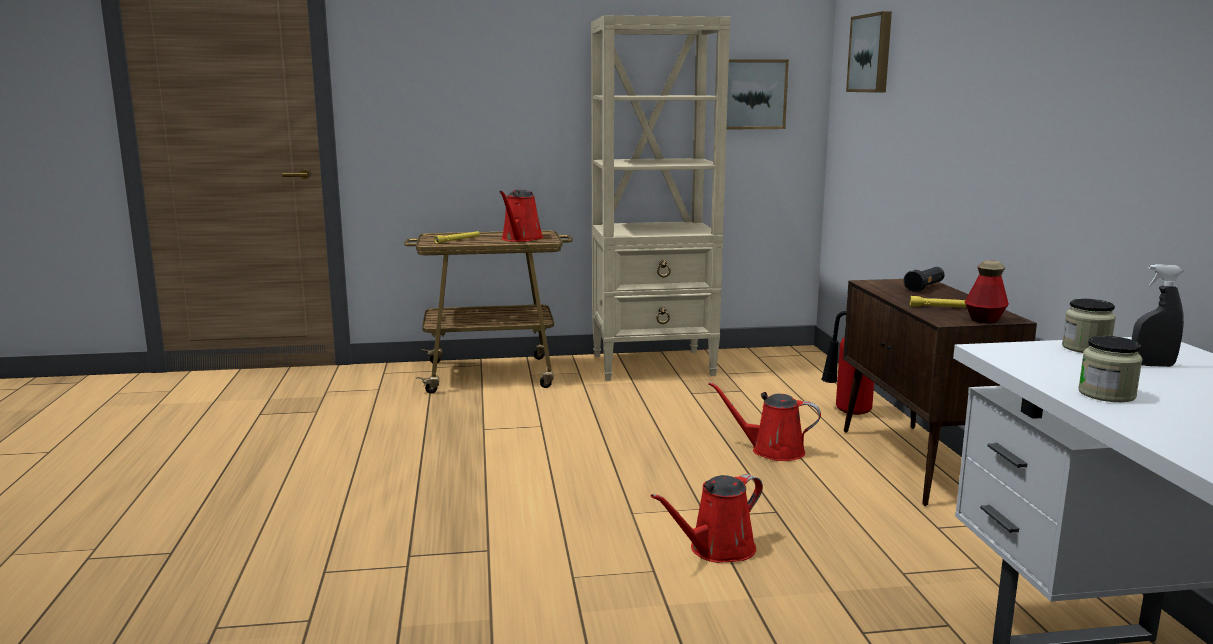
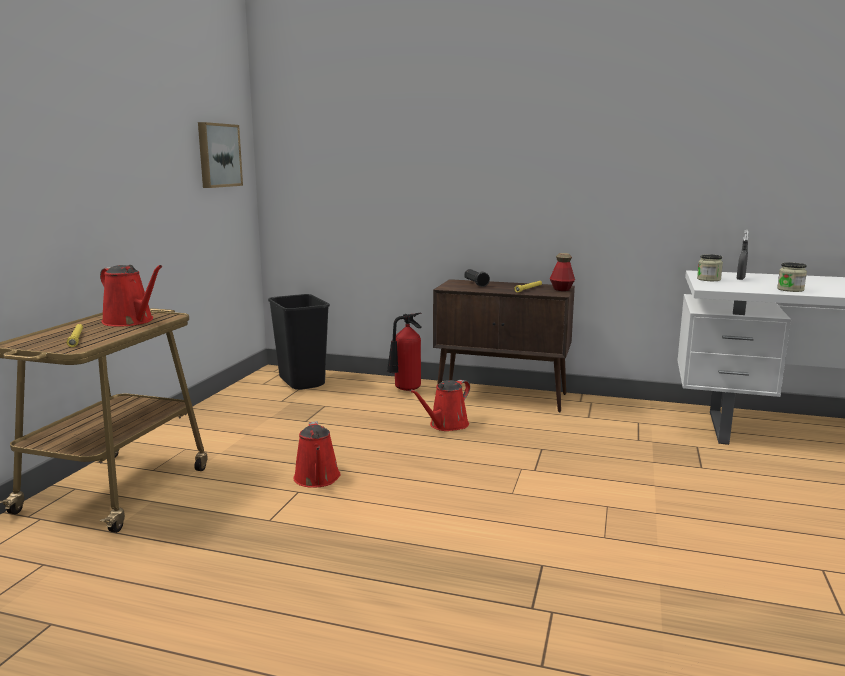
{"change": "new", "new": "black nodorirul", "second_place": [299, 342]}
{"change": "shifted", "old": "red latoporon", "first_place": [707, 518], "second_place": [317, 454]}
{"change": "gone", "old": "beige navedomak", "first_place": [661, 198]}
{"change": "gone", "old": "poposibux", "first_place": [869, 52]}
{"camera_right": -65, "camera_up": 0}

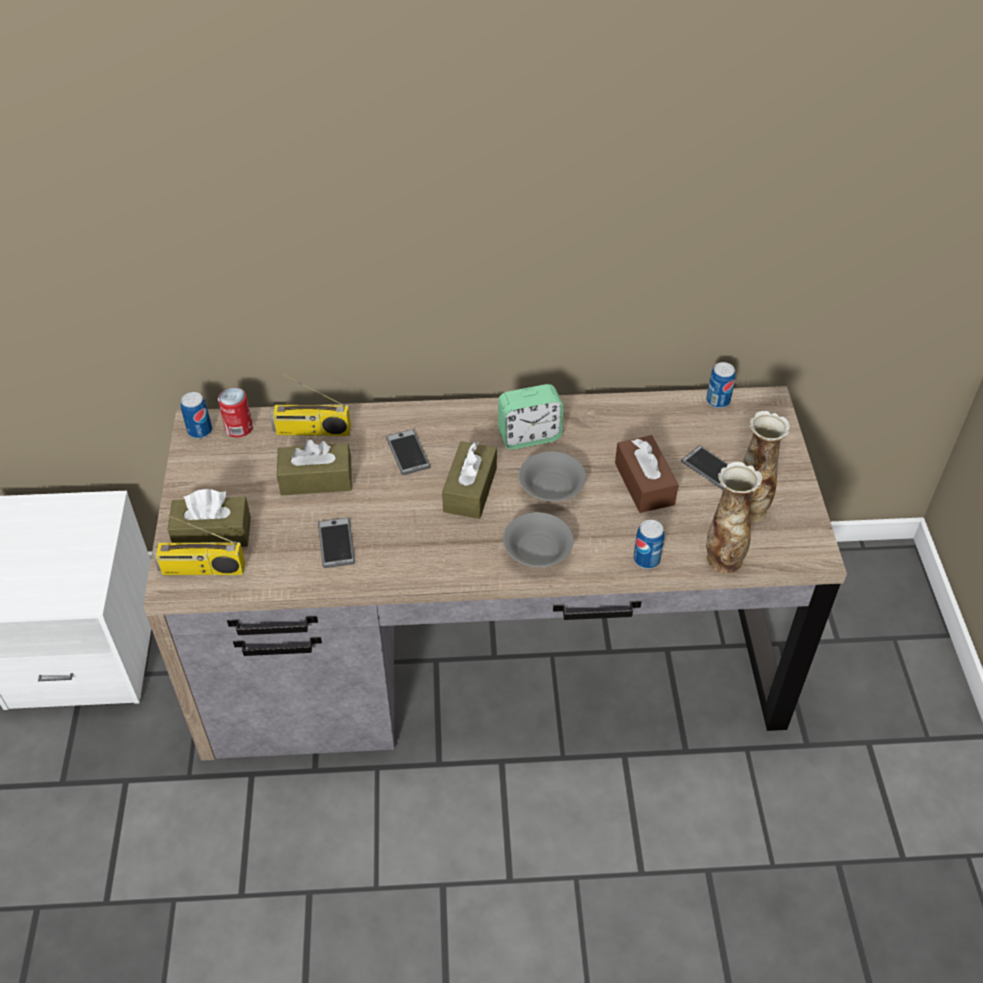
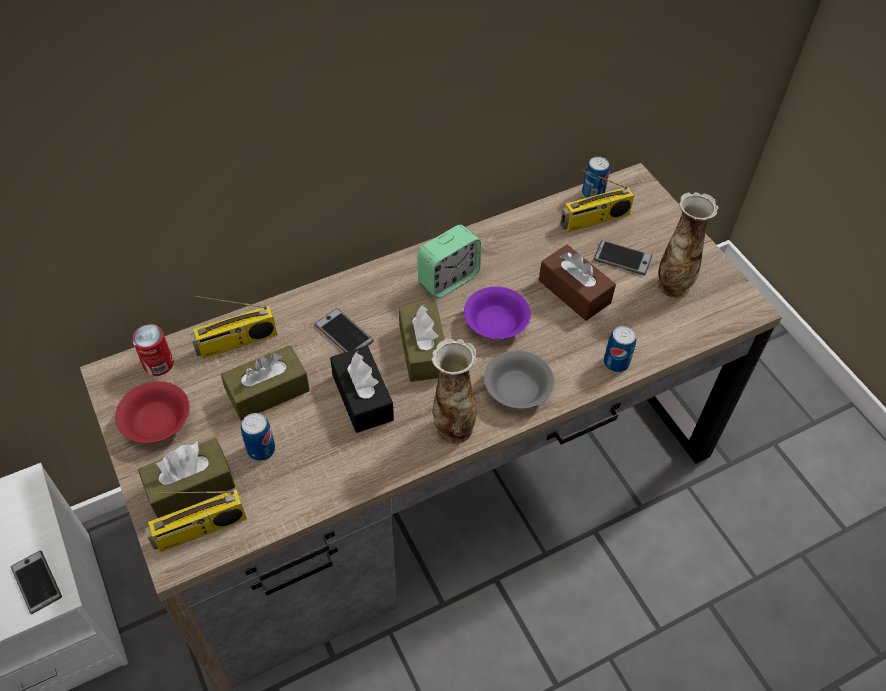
{"change": "shifted", "old": "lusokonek", "first_place": [336, 543], "second_place": [36, 582]}
{"change": "new", "new": "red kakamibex", "second_place": [152, 412]}
{"change": "shifted", "old": "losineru", "first_place": [196, 415], "second_place": [258, 437]}
{"change": "new", "new": "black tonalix", "second_place": [362, 389]}
{"change": "shifted", "old": "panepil", "first_place": [734, 518], "second_place": [453, 391]}
{"change": "repainted", "old": "grey kakamibex", "new": "purple kakamibex", "first_place": [552, 476], "second_place": [497, 313]}
{"change": "new", "new": "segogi", "second_place": [597, 201]}
{"camera_right": -25, "camera_up": 5}

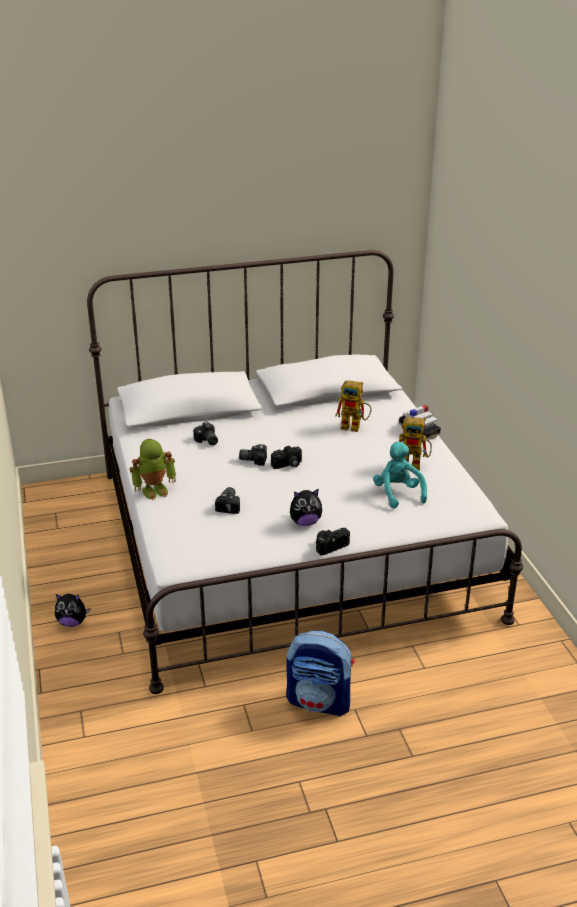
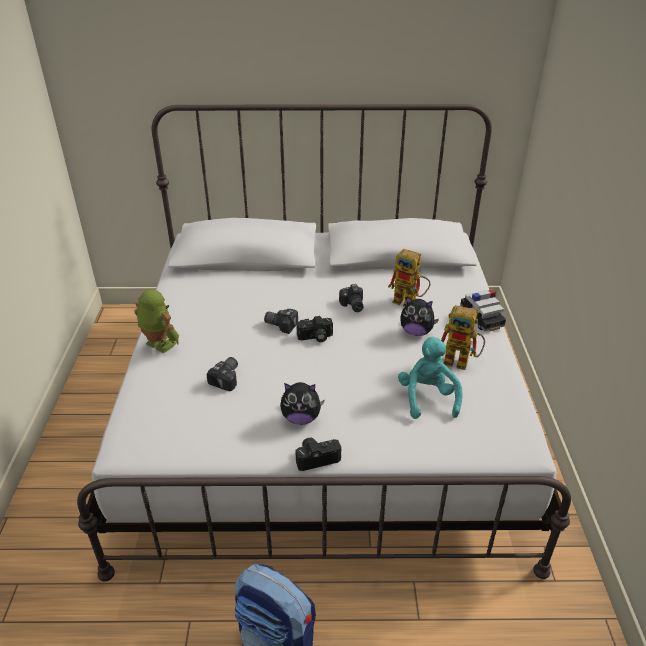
{"change": "rotated", "old": "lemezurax", "first_place": [152, 469], "second_place": [156, 321], "degrees": -135}
{"change": "shifted", "old": "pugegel", "first_place": [205, 434], "second_place": [351, 298]}
{"change": "shifted", "old": "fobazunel", "first_place": [73, 610], "second_place": [419, 316]}
{"camera_right": 15, "camera_up": 5}

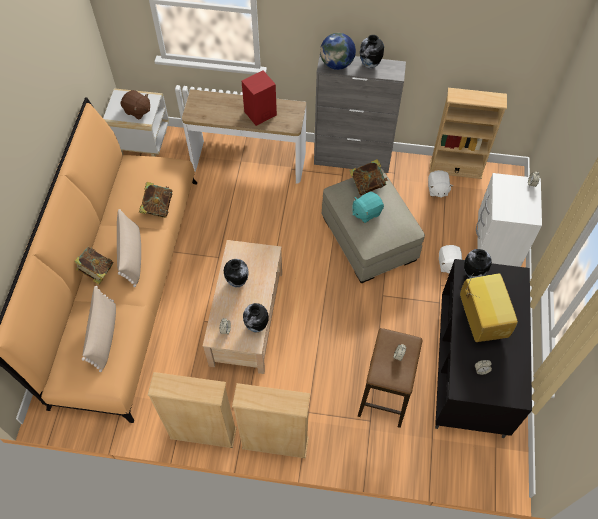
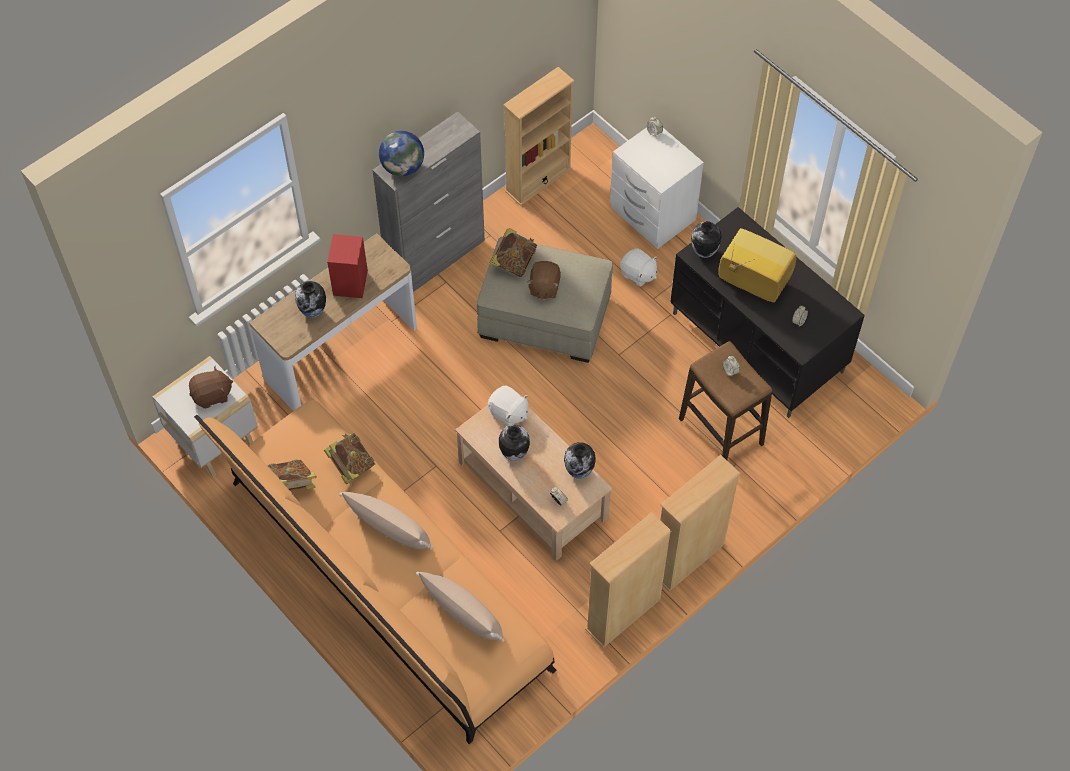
{"change": "shifted", "old": "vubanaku", "first_place": [94, 265], "second_place": [291, 475]}
{"change": "shifted", "old": "panepil", "first_place": [372, 52], "second_place": [310, 299]}
{"change": "shifted", "old": "white fobazunel", "first_place": [440, 184], "second_place": [508, 406]}
{"change": "repainted", "old": "turquoise fobazunel", "new": "brown fobazunel", "first_place": [368, 207], "second_place": [544, 280]}
{"camera_right": -50, "camera_up": 0}

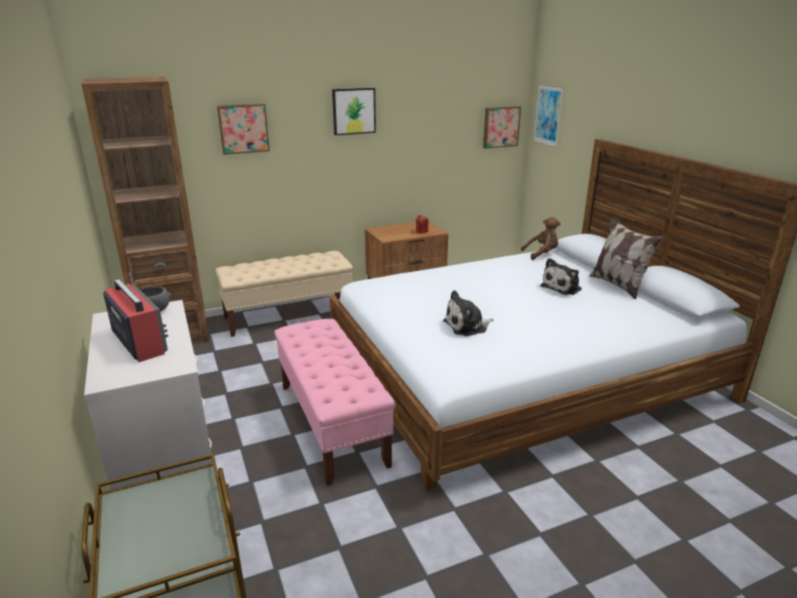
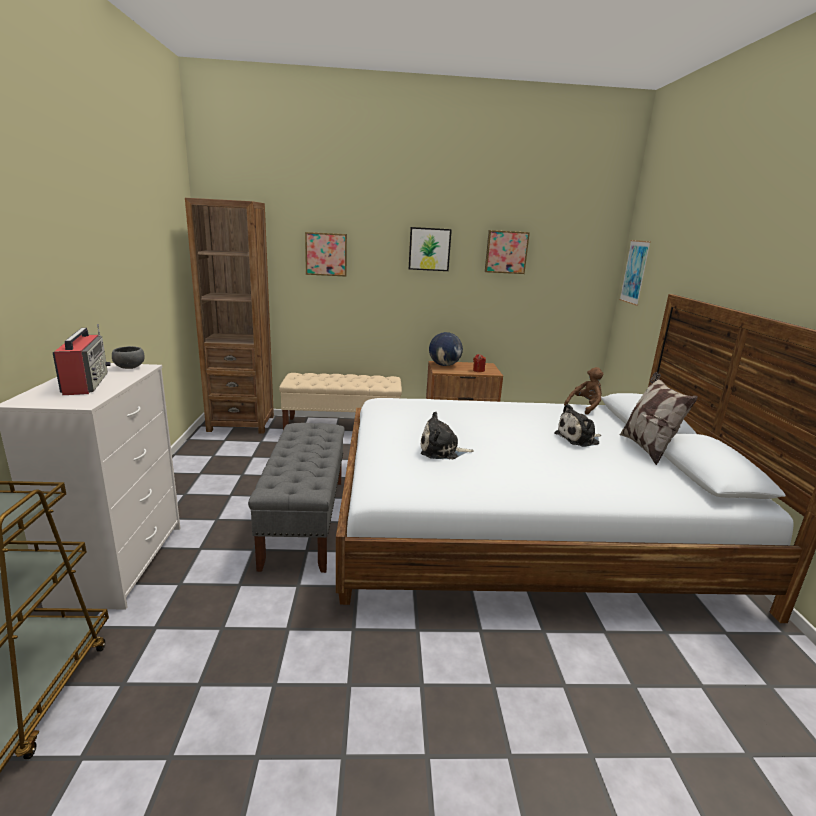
{"change": "repainted", "old": "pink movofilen", "new": "grey movofilen", "first_place": [335, 402], "second_place": [296, 498]}
{"change": "new", "new": "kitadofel", "second_place": [446, 349]}
{"change": "shifted", "old": "poposibux", "first_place": [502, 127], "second_place": [507, 252]}
{"change": "rotated", "old": "brown fobazunel", "first_place": [541, 238], "second_place": [584, 391], "degrees": -45}
{"camera_right": 20, "camera_up": -5}

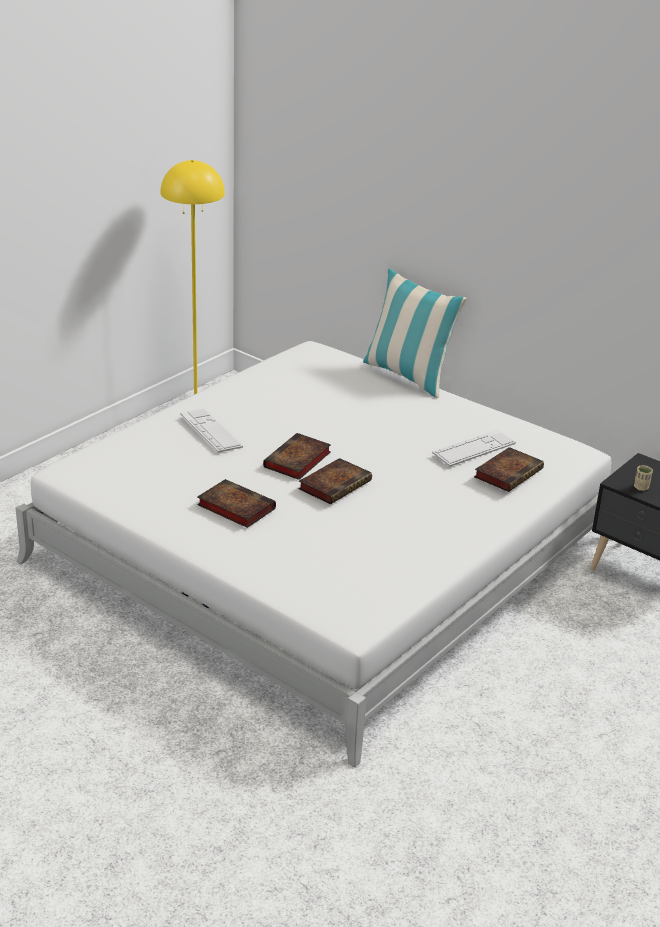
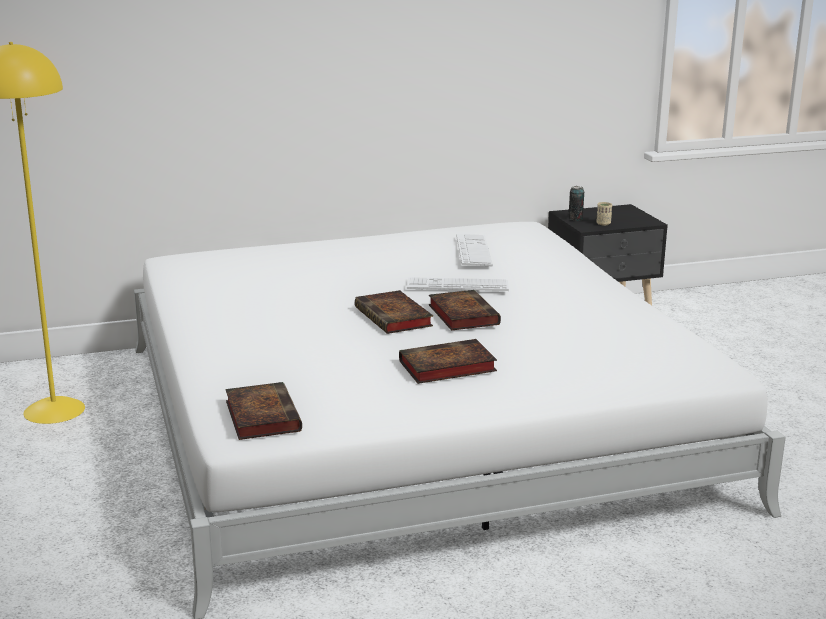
{"change": "shifted", "old": "vubanaku", "first_place": [509, 469], "second_place": [263, 411]}
{"change": "shifted", "old": "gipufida", "first_place": [211, 430], "second_place": [458, 284]}
{"change": "new", "new": "losineru", "second_place": [576, 203]}
{"change": "gone", "old": "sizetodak", "first_place": [415, 333]}
{"camera_right": -55, "camera_up": -10}

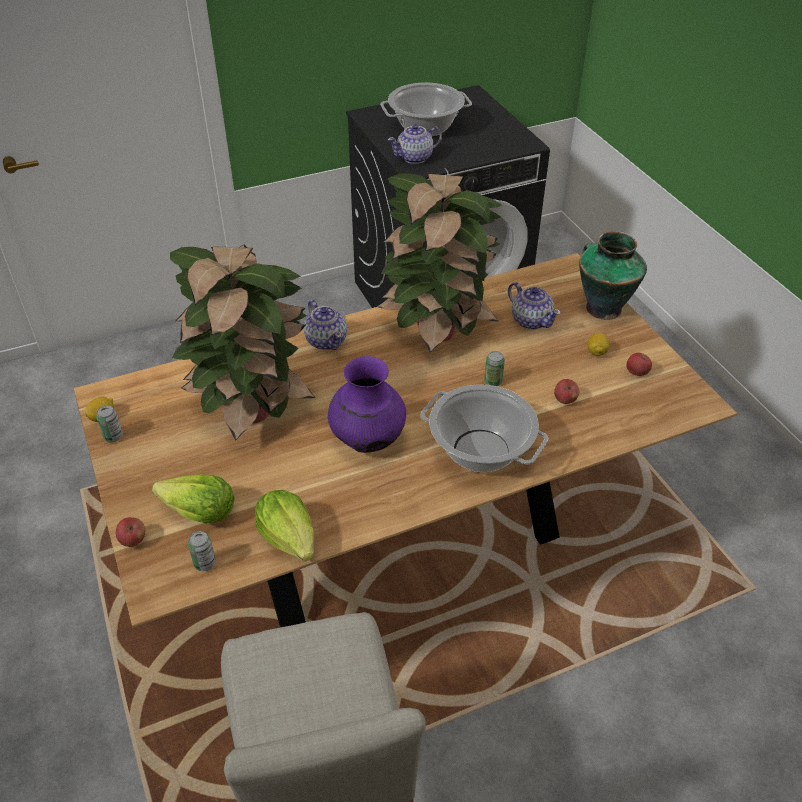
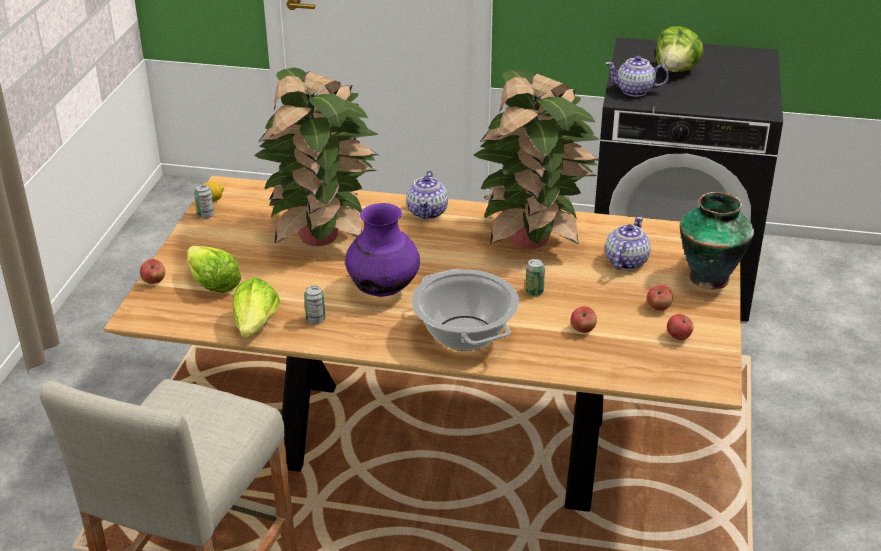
{"change": "shifted", "old": "losineru", "first_place": [202, 551], "second_place": [314, 305]}
{"change": "rotated", "old": "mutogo", "first_place": [534, 306], "second_place": [628, 243], "degrees": -150}
{"change": "swapped", "old": "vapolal", "new": "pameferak", "first_place": [598, 344], "second_place": [660, 298]}
{"change": "swapped", "old": "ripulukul", "new": "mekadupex", "first_place": [426, 110], "second_place": [680, 49]}
{"camera_right": 35, "camera_up": -10}

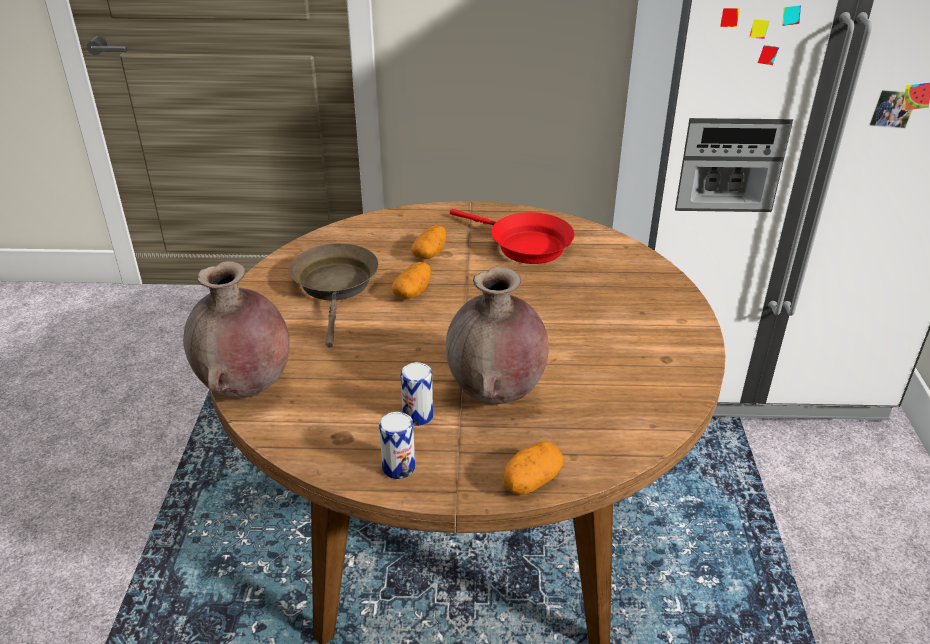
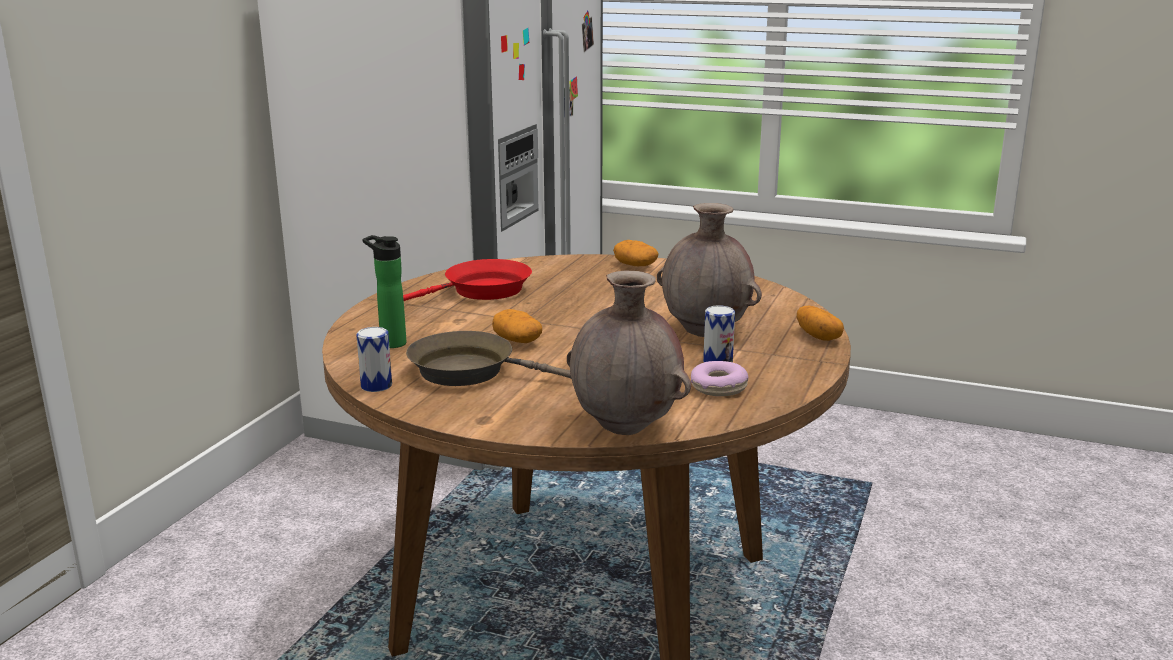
{"change": "shifted", "old": "losineru", "first_place": [397, 445], "second_place": [374, 359]}
{"change": "new", "new": "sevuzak", "second_place": [384, 291]}
{"change": "shifted", "old": "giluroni", "first_place": [429, 242], "second_place": [635, 253]}
{"change": "new", "new": "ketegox", "second_place": [719, 378]}
{"camera_right": -70, "camera_up": -15}

